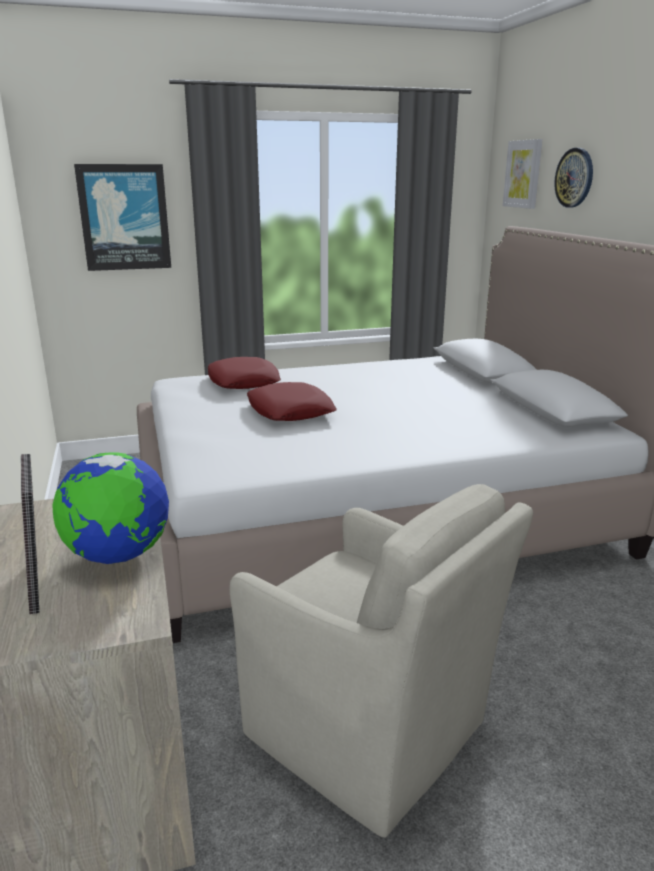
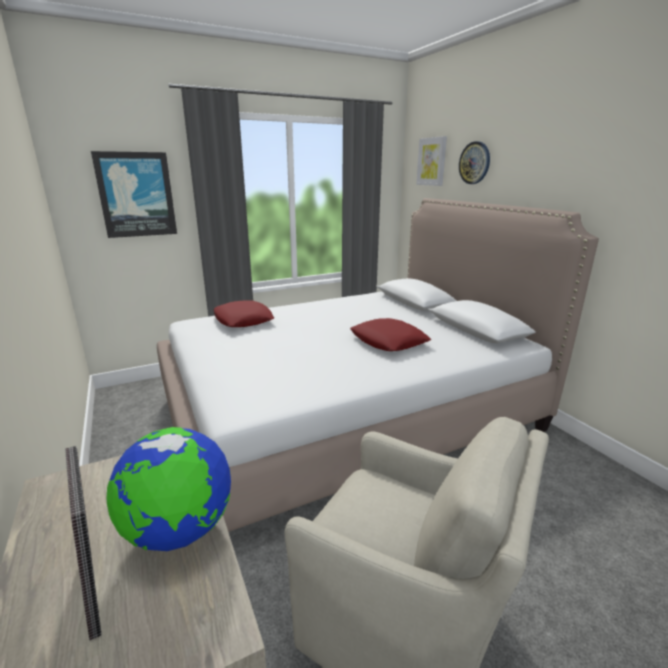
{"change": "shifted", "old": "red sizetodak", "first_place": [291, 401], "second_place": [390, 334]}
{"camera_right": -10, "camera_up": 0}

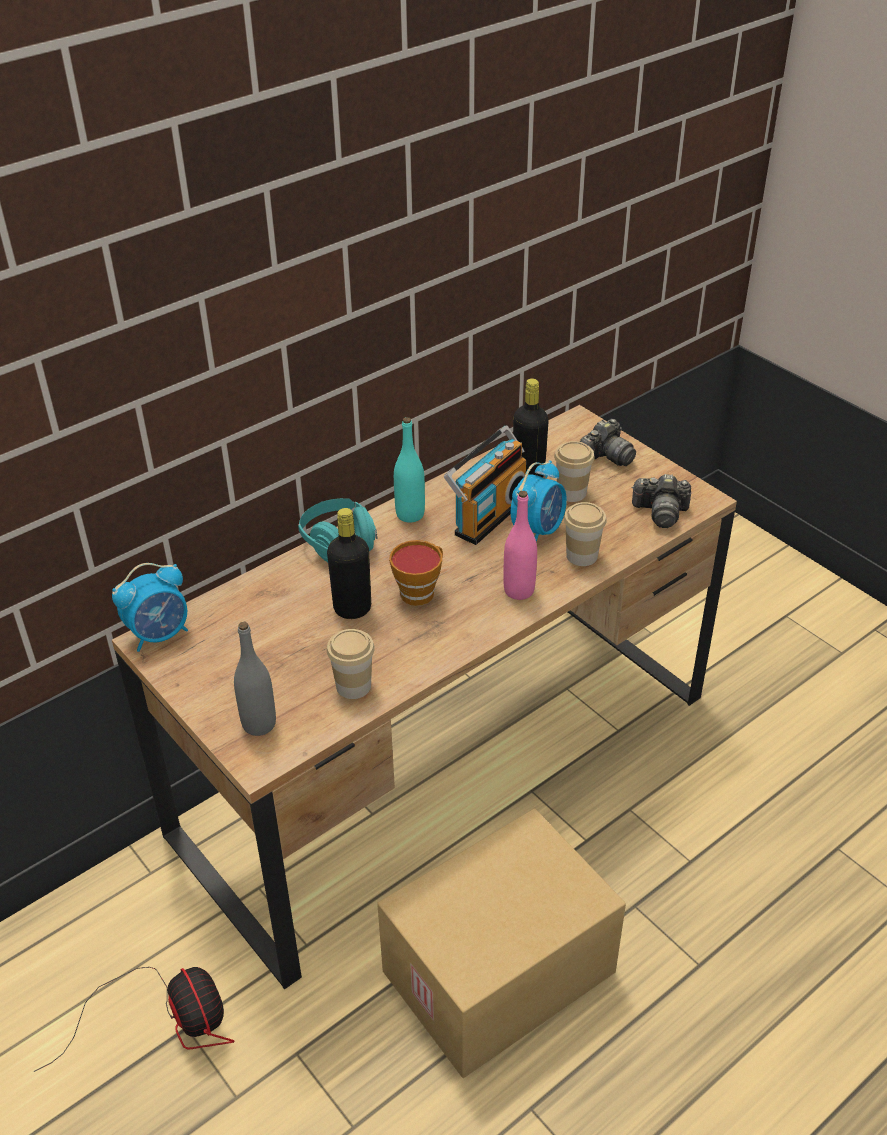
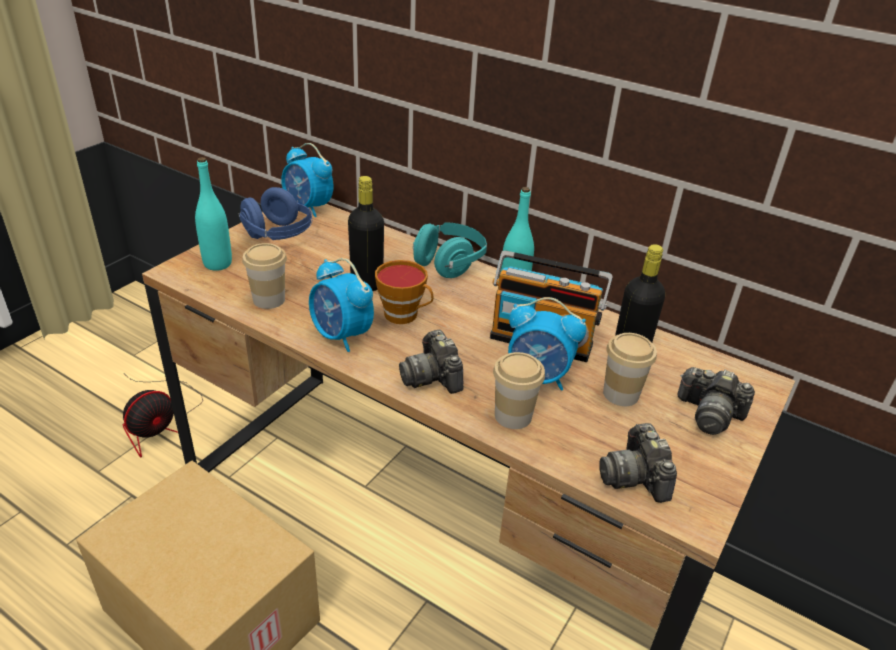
{"change": "repainted", "old": "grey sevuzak", "new": "turquoise sevuzak", "first_place": [255, 679], "second_place": [213, 214]}
{"change": "new", "new": "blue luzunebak", "second_place": [275, 213]}
{"change": "new", "new": "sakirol", "second_place": [341, 305]}
{"change": "swapped", "old": "pink sevuzak", "new": "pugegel", "first_place": [520, 545], "second_place": [431, 362]}
{"camera_right": 70, "camera_up": -5}

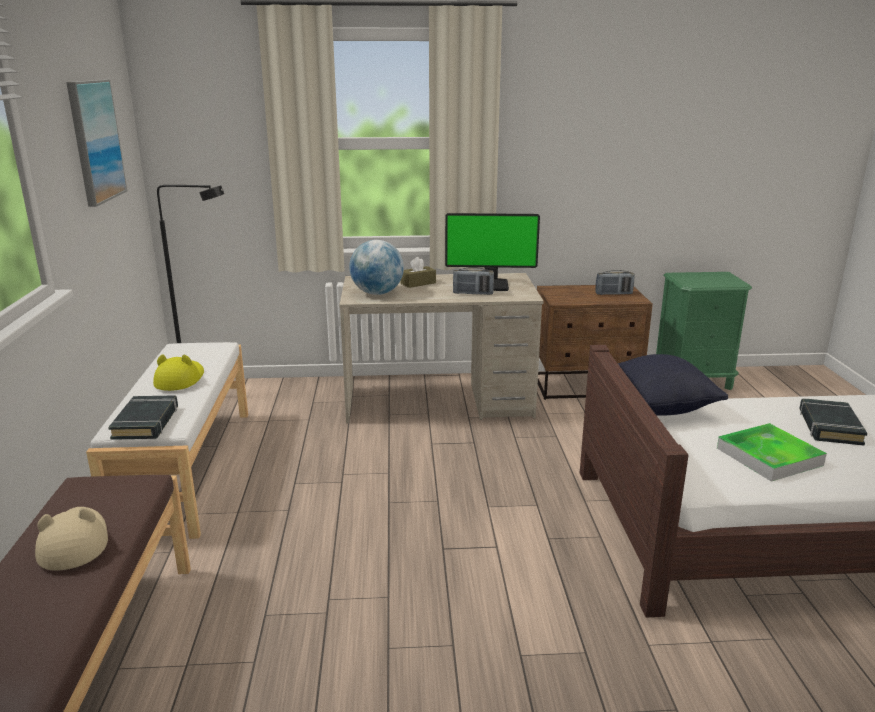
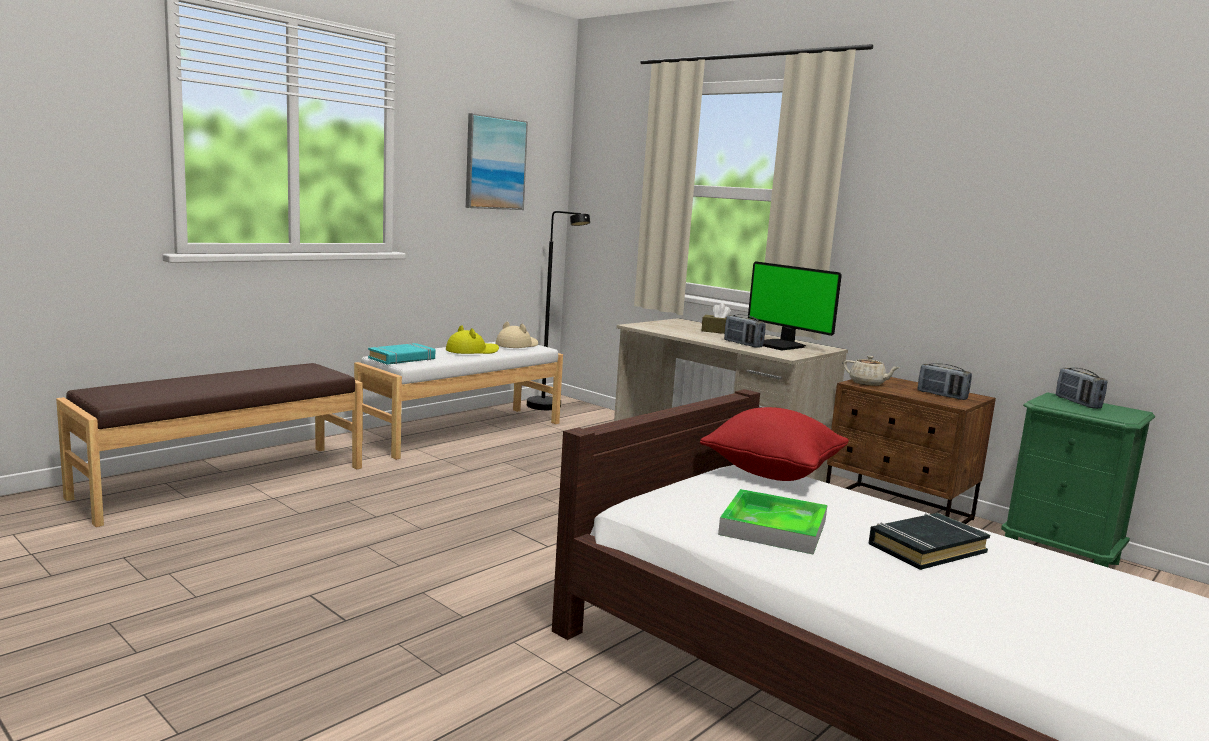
{"change": "repainted", "old": "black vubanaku", "new": "turquoise vubanaku", "first_place": [143, 417], "second_place": [401, 354]}
{"change": "shifted", "old": "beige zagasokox", "first_place": [71, 539], "second_place": [517, 334]}
{"change": "repainted", "old": "black sizetodak", "new": "red sizetodak", "first_place": [673, 385], "second_place": [774, 444]}
{"change": "new", "new": "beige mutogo", "second_place": [871, 371]}
{"change": "new", "new": "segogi", "second_place": [1081, 388]}
{"change": "gone", "old": "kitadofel", "first_place": [376, 267]}
{"camera_right": 45, "camera_up": -10}

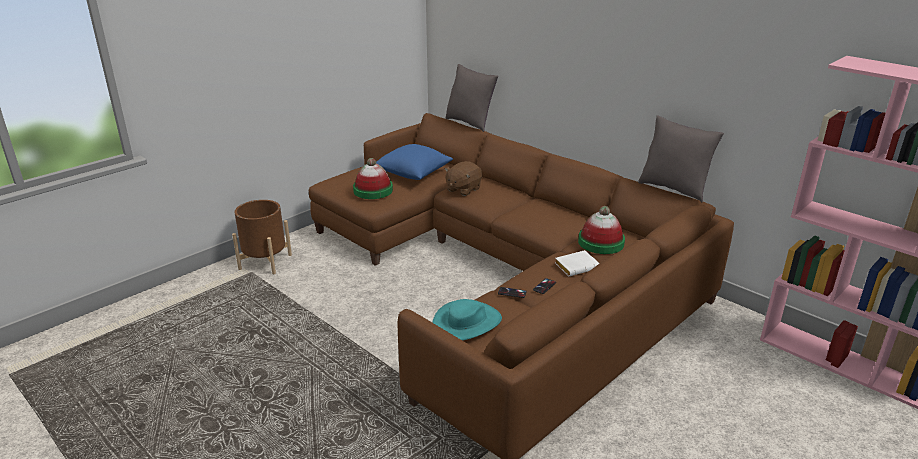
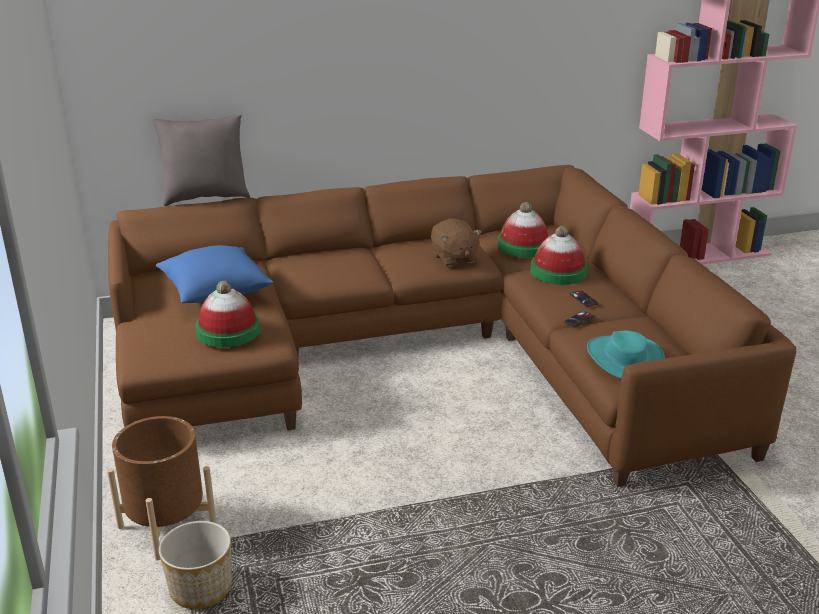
{"change": "new", "new": "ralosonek", "second_place": [195, 565]}
{"change": "shifted", "old": "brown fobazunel", "first_place": [463, 178], "second_place": [456, 243]}
{"change": "swapped", "old": "white vubanaku", "new": "zagasokox", "first_place": [577, 263], "second_place": [559, 255]}
{"change": "gone", "old": "grey sizetodak", "first_place": [681, 158]}
{"camera_right": -60, "camera_up": 0}

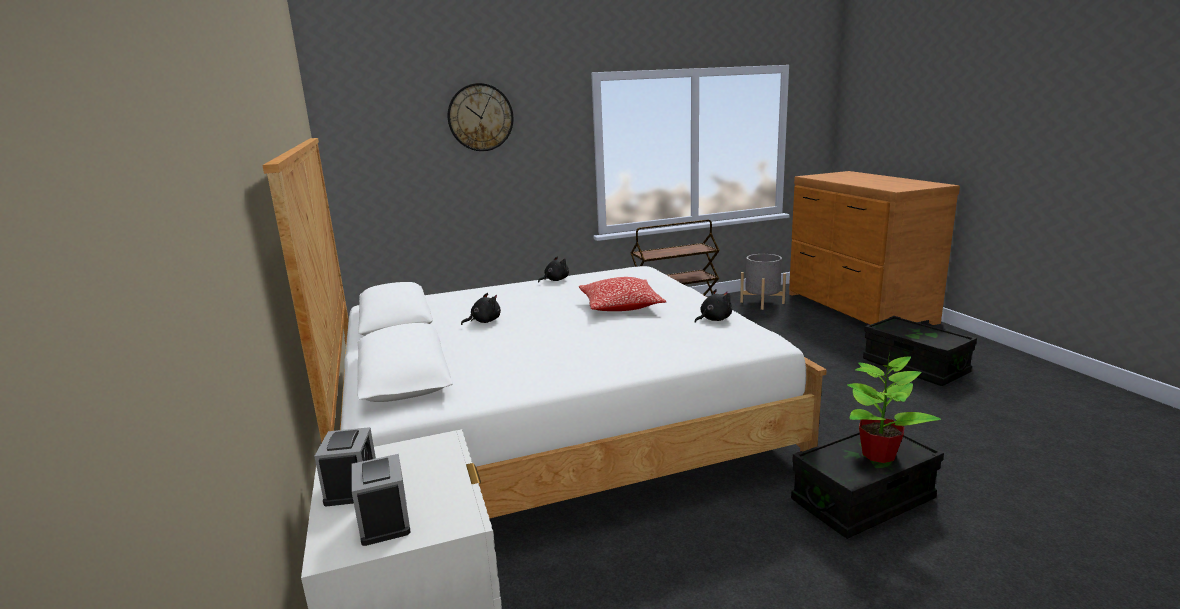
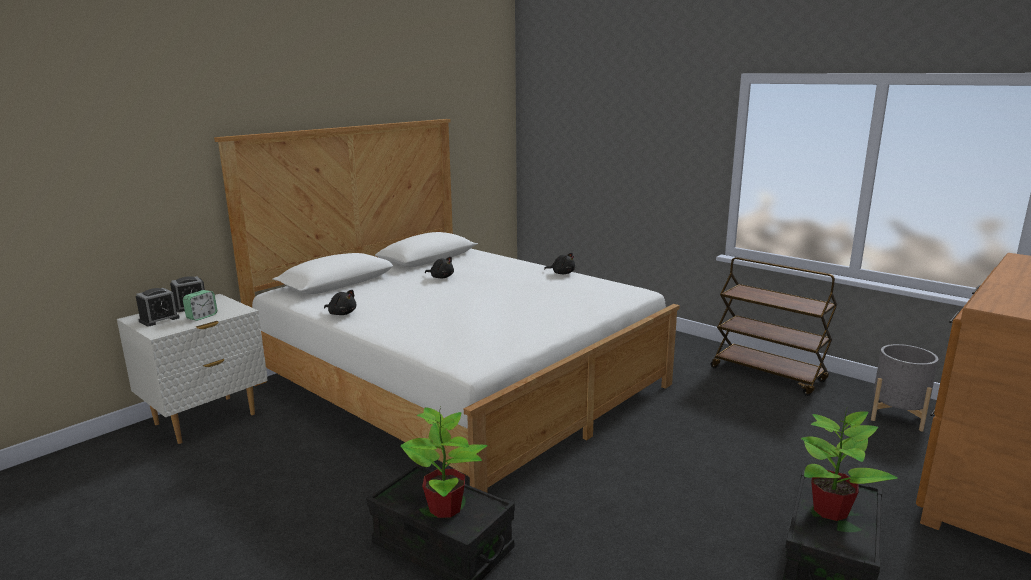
{"change": "new", "new": "sakirol", "second_place": [200, 305]}
{"change": "shifted", "old": "black fobazunel", "first_place": [713, 306], "second_place": [340, 302]}
{"change": "new", "new": "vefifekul", "second_place": [849, 465]}
{"change": "gone", "old": "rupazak", "first_place": [480, 117]}
{"change": "gone", "old": "sizetodak", "first_place": [622, 294]}
{"camera_right": 60, "camera_up": 0}

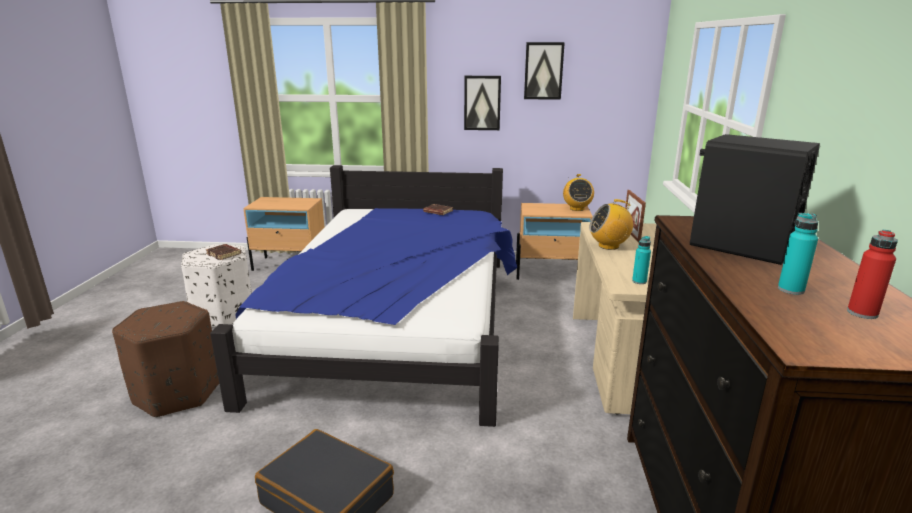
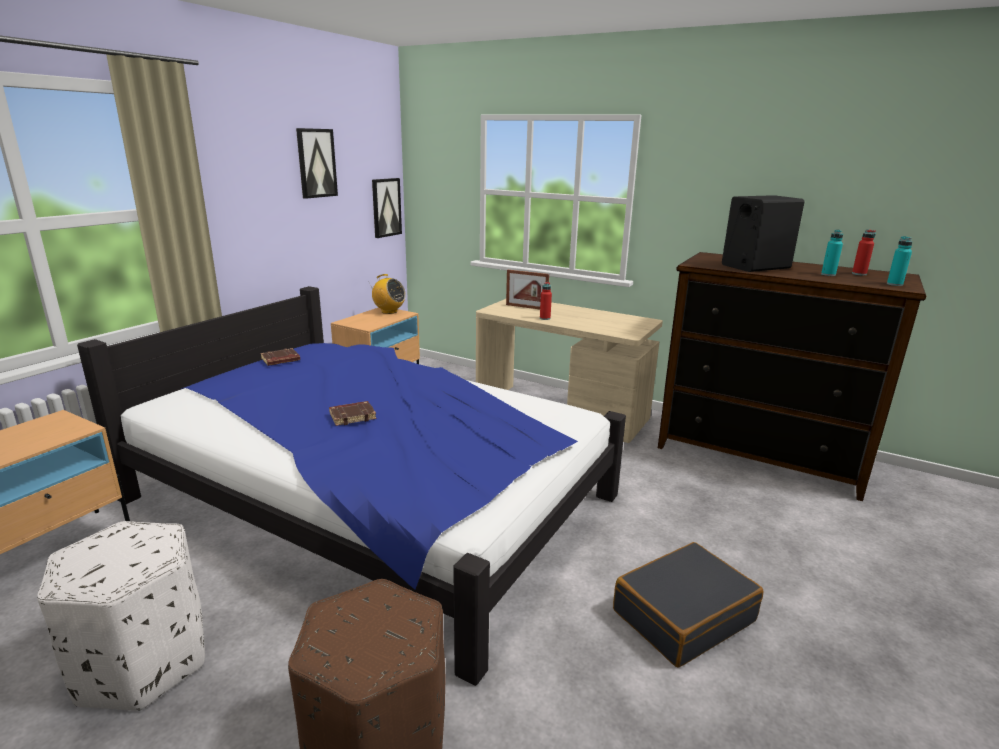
{"change": "shifted", "old": "brown vubanaku", "first_place": [223, 252], "second_place": [352, 413]}
{"change": "shifted", "old": "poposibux", "first_place": [482, 103], "second_place": [387, 208]}
{"change": "swapped", "old": "segogi", "new": "red sevuzak", "first_place": [611, 224], "second_place": [546, 301]}
{"change": "shifted", "old": "turquoise sevuzak", "first_place": [641, 260], "second_place": [899, 261]}
{"camera_right": -65, "camera_up": 0}

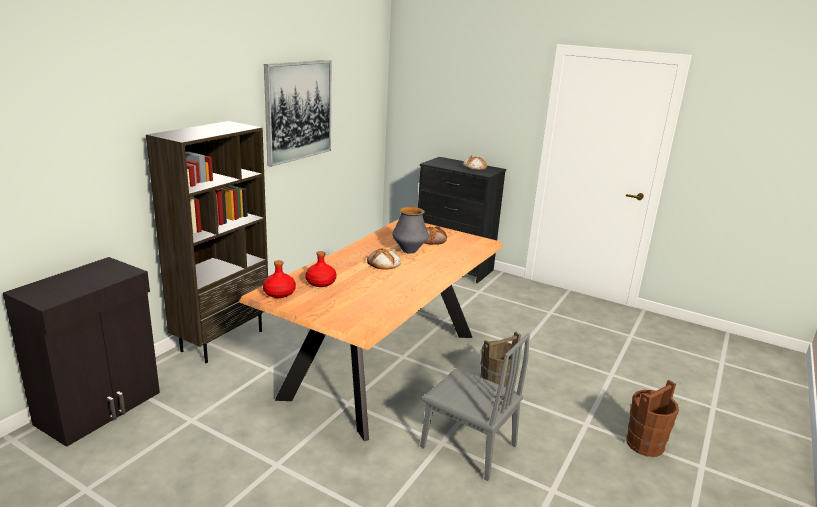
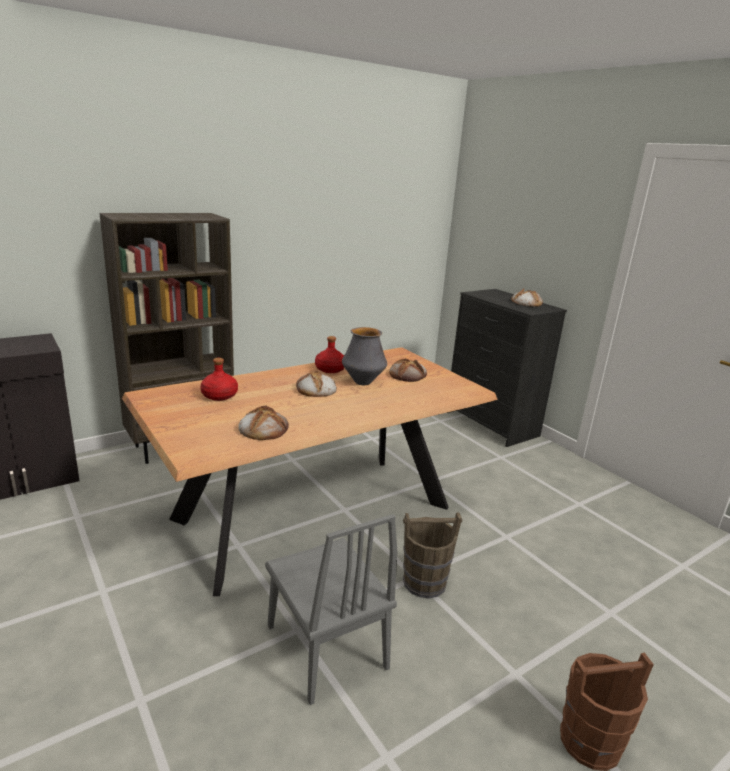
{"change": "new", "new": "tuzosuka", "second_place": [263, 423]}
{"change": "shifted", "old": "red sevuzak", "first_place": [279, 279], "second_place": [329, 354]}
{"change": "gone", "old": "poposibux", "first_place": [297, 113]}
{"camera_right": 25, "camera_up": 0}

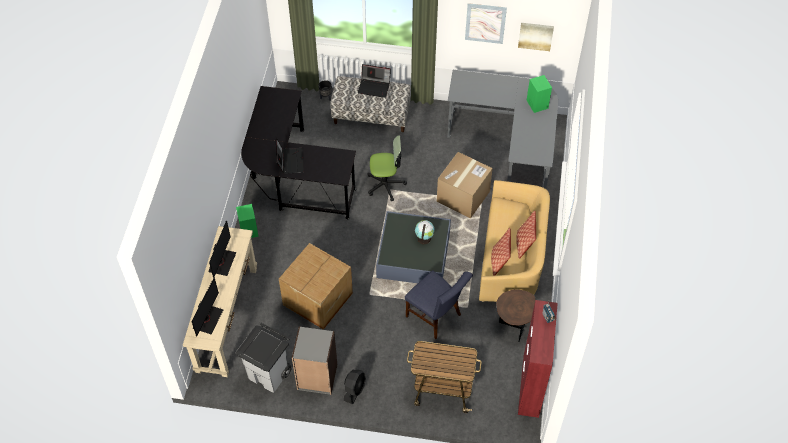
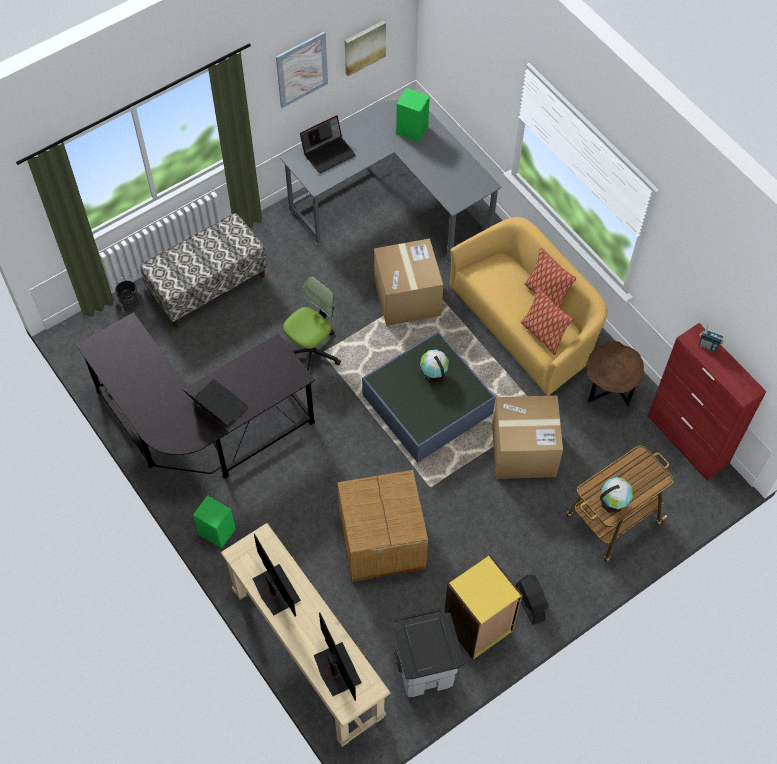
{"change": "shifted", "old": "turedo", "first_place": [374, 81], "second_place": [327, 144]}
{"change": "repainted", "old": "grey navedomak", "new": "yellow navedomak", "first_place": [314, 360], "second_place": [483, 607]}
{"change": "swapped", "old": "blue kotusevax", "new": "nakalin", "first_place": [439, 305], "second_place": [527, 437]}
{"change": "new", "new": "kitadofel", "second_place": [616, 495]}
{"camera_right": -45, "camera_up": 5}

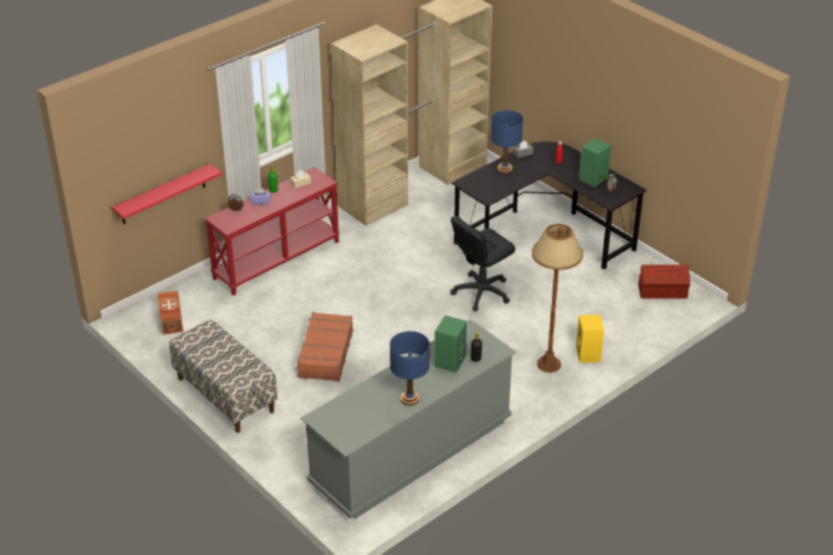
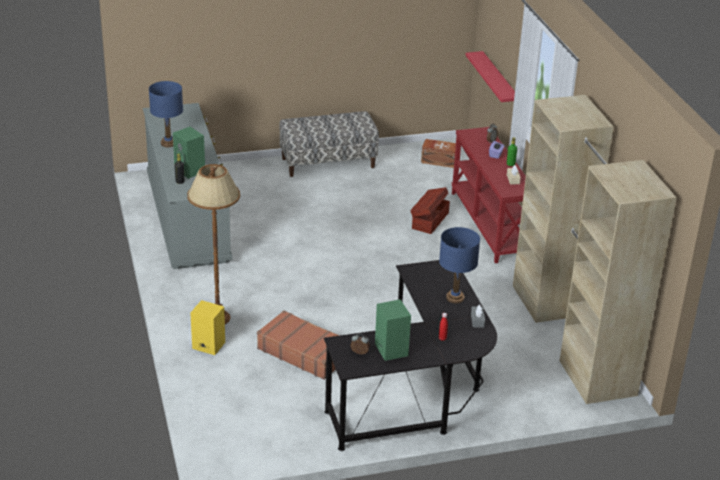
{"change": "shifted", "old": "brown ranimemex", "first_place": [324, 346], "second_place": [298, 345]}
{"change": "shifted", "old": "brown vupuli", "first_place": [664, 282], "second_place": [430, 210]}
{"change": "gone", "old": "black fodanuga", "first_place": [482, 263]}
{"camera_right": 115, "camera_up": -5}

